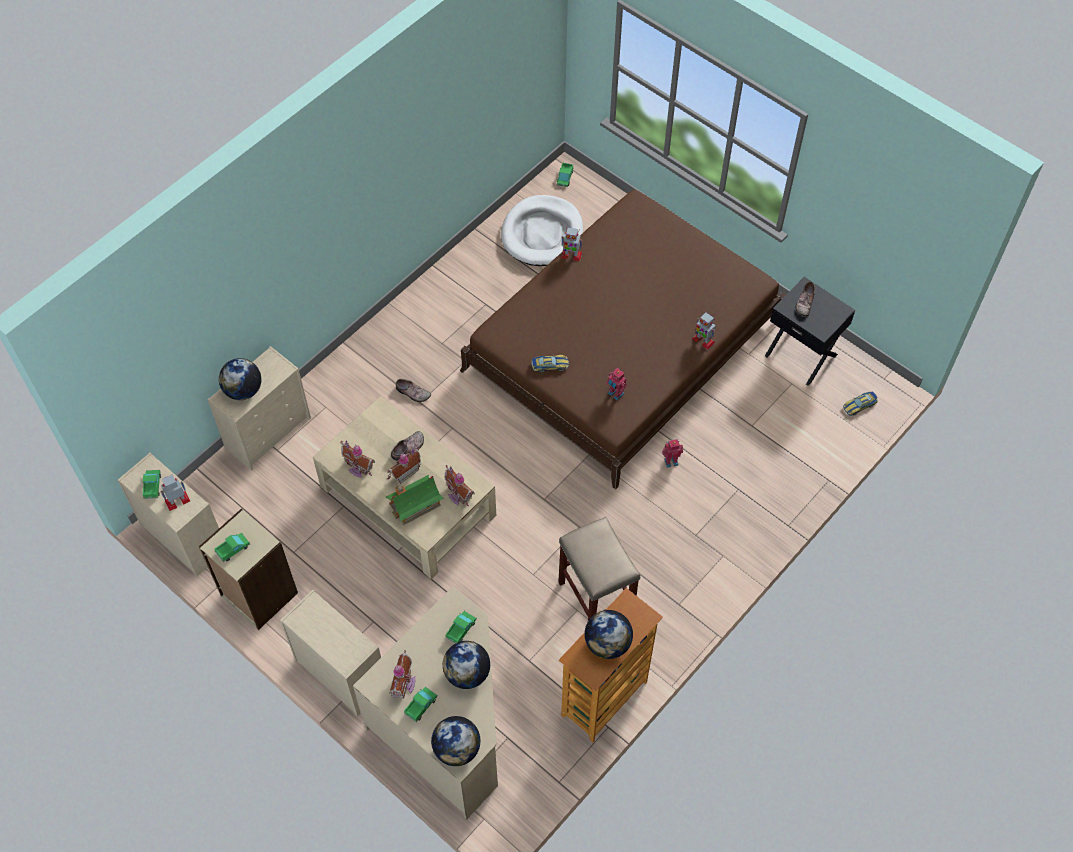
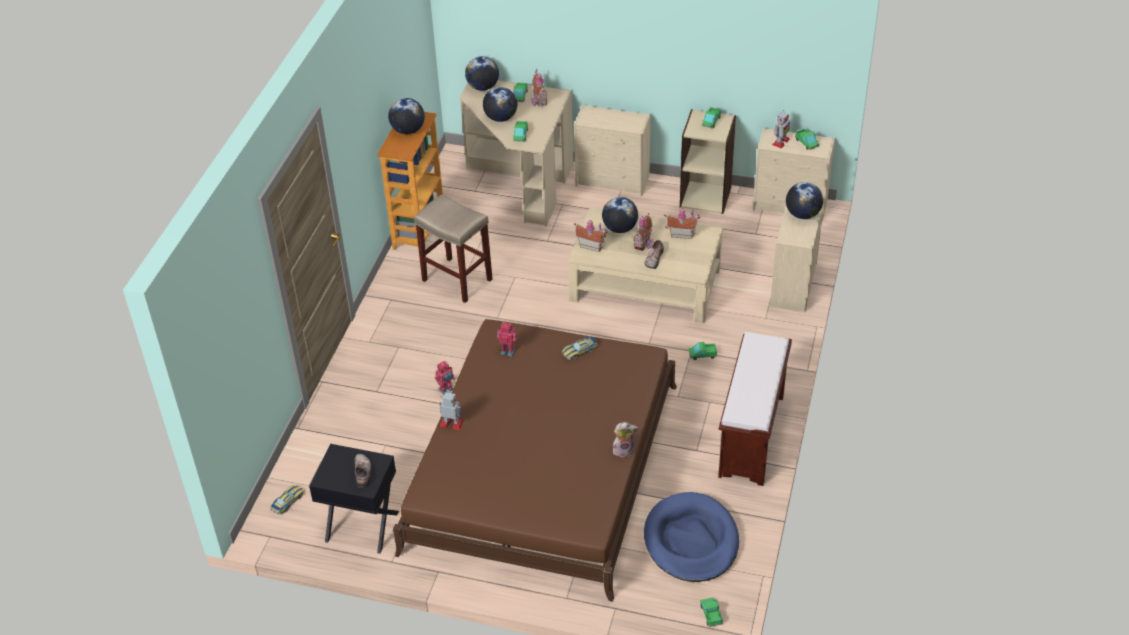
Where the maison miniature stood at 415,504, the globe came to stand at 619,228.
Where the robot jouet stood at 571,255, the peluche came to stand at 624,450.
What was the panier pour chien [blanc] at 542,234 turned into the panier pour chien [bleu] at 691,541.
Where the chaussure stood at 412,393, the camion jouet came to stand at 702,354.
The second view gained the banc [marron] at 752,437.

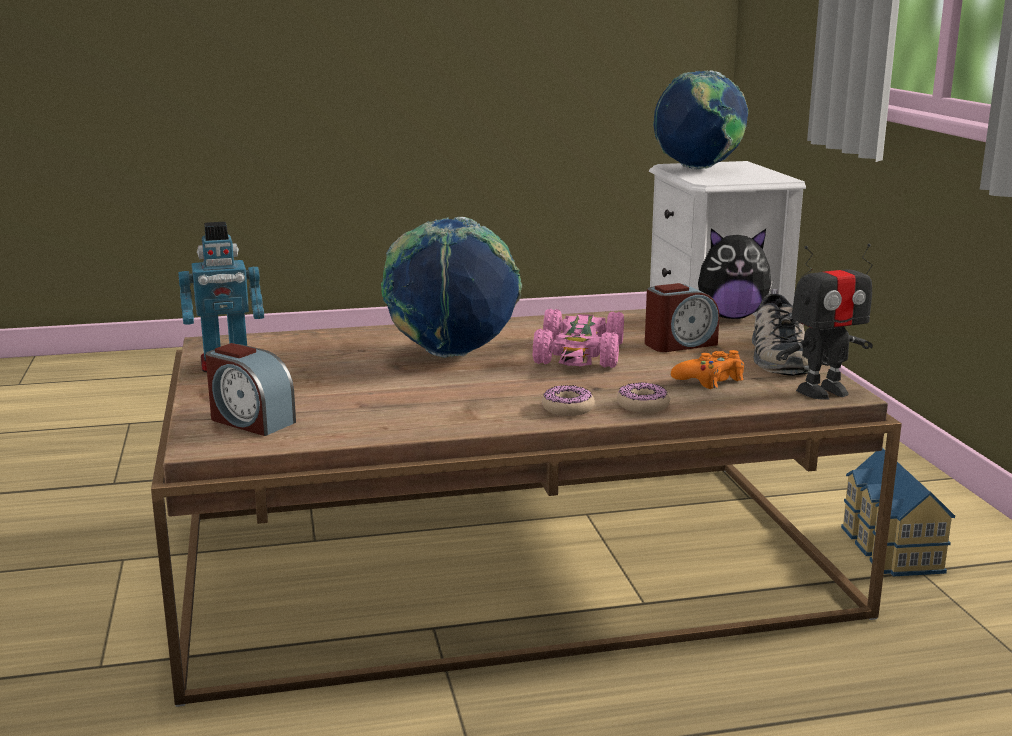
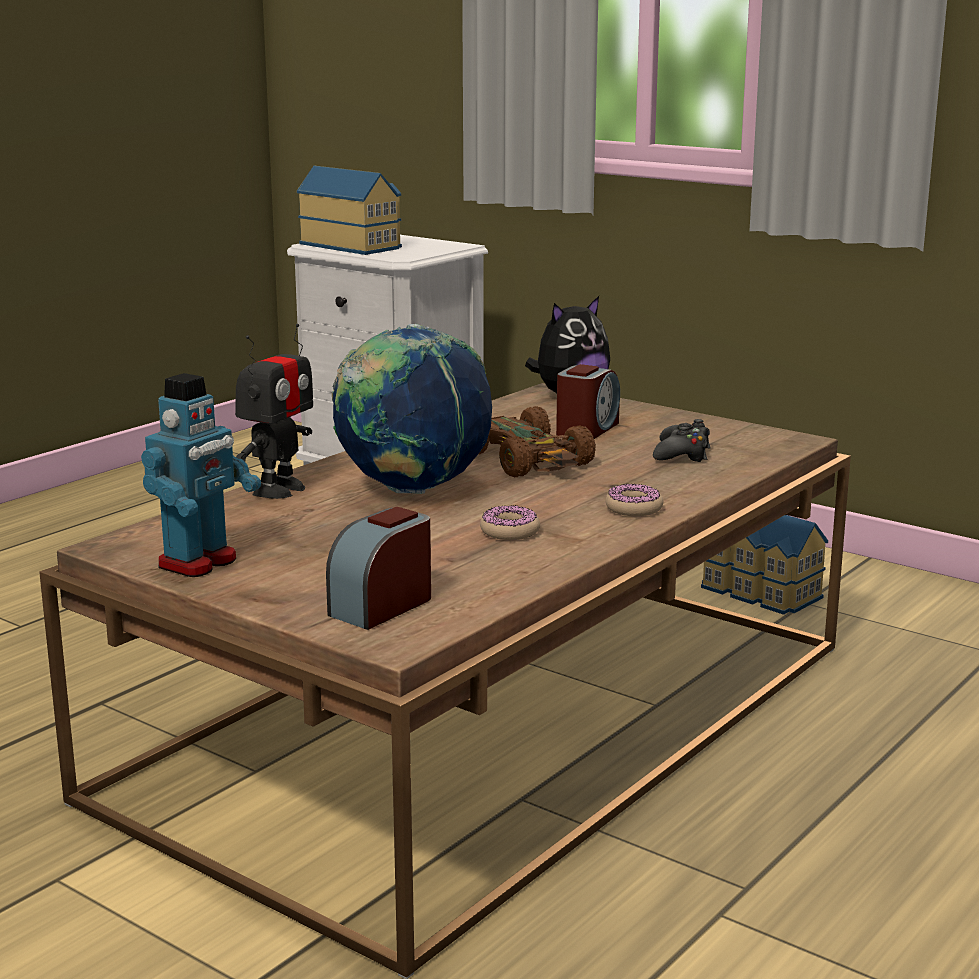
The robot jouet ended up elsewhere, having gone from 822,391 to 278,490.
Where the globe stood at 698,169, the maison miniature came to stand at 352,245.
The réveil at 250,421 ended up facing another way, 135 degrees clockwise from before.
What was the petite voiture [rose] at 580,354 turned into the petite voiture [marron] at 527,460.
The beignet ended up elsewhere, having gone from 643,405 to 510,532.
What was the manette [orange] at 710,379 turned into the manette [noir] at 682,454.
The second view lost the chaussure at 776,355.

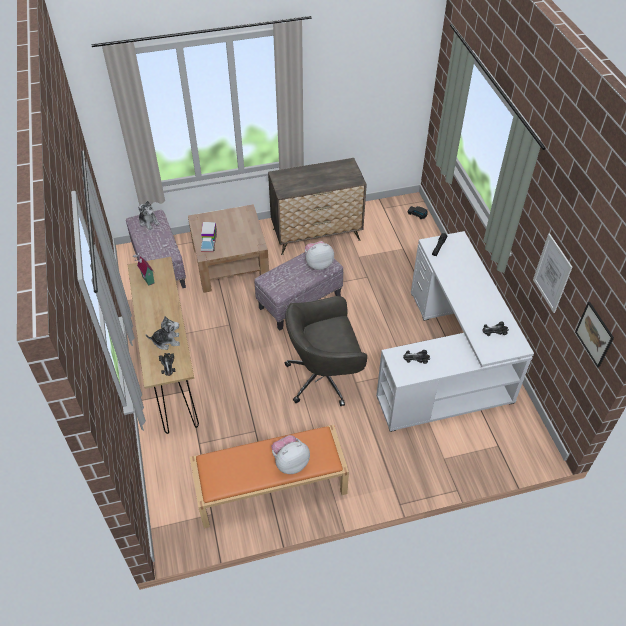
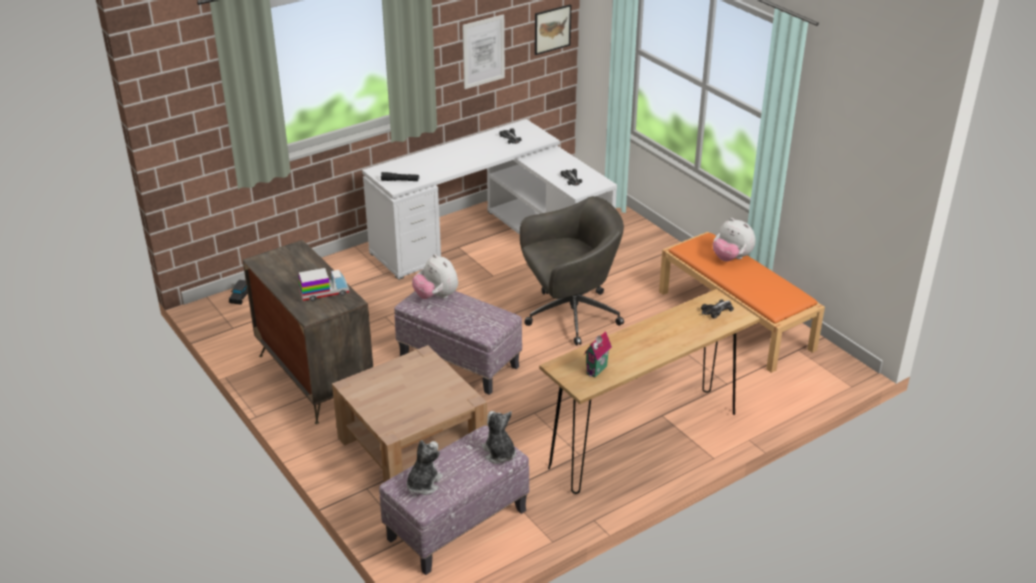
The camion jouet ended up elsewhere, having gone from 209,242 to 324,293.
The peluche ended up elsewhere, having gone from 166,341 to 499,453.
The chaise de bureau [gris] at 324,377 ended up facing another way, 75 degrees counterclockwise from before.

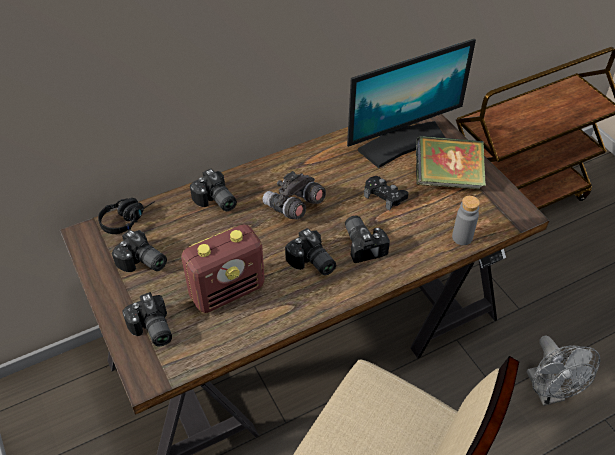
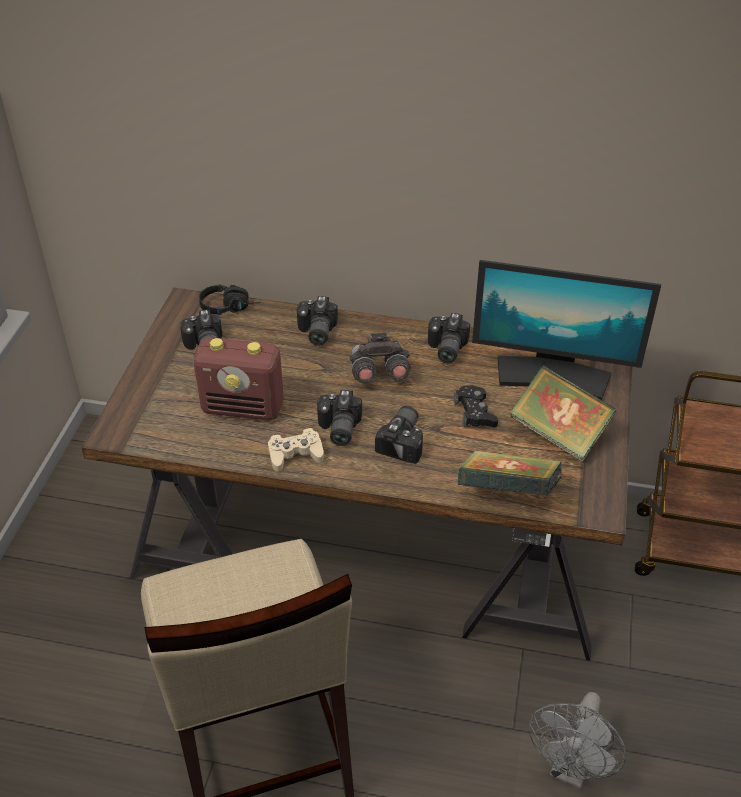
The second view gained the manette [beige] at 295,454.
The appareil photo ended up elsewhere, having gone from 151,330 to 445,349.
Where the bouteille [gris] stood at 462,237, the livre came to stand at 507,493.

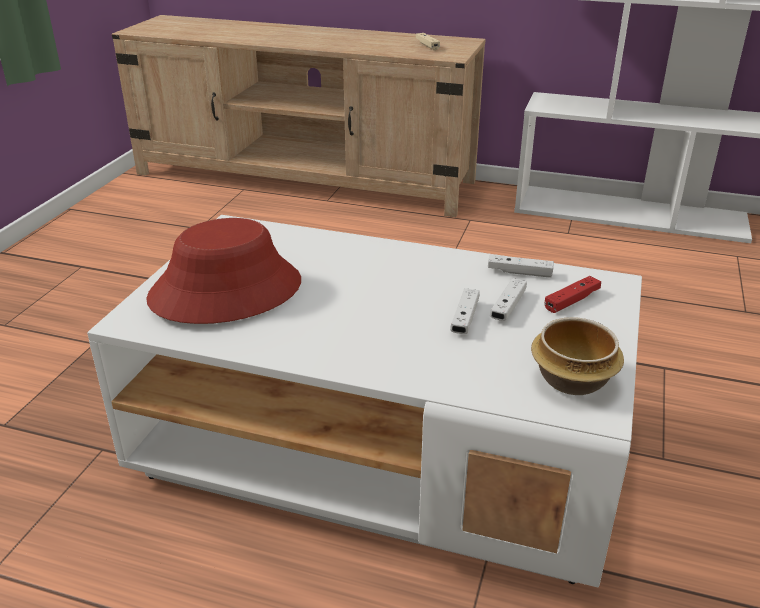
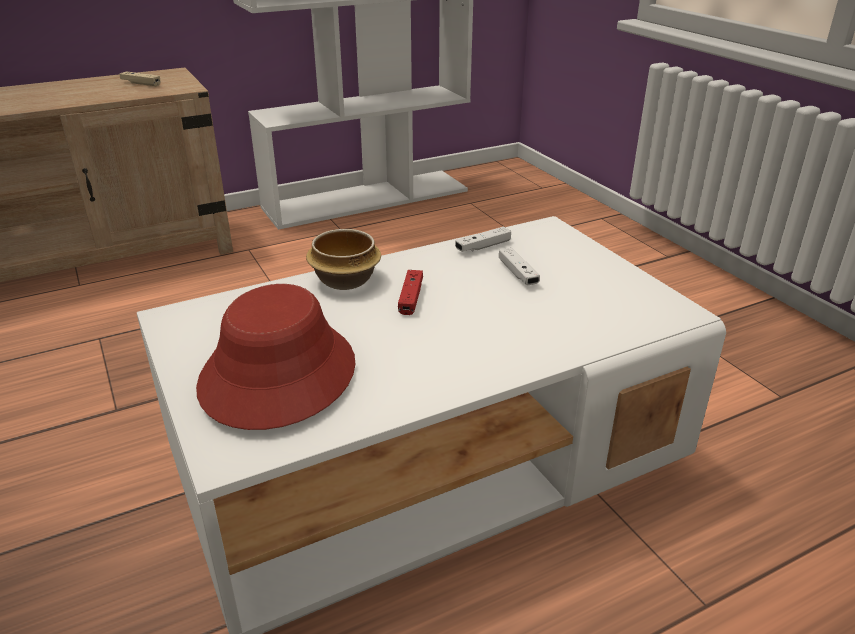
The bol ended up elsewhere, having gone from 573,379 to 345,279.
The manette [rouge] ended up elsewhere, having gone from 571,301 to 411,298.
The second view lost the manette [blanc] at 464,319.

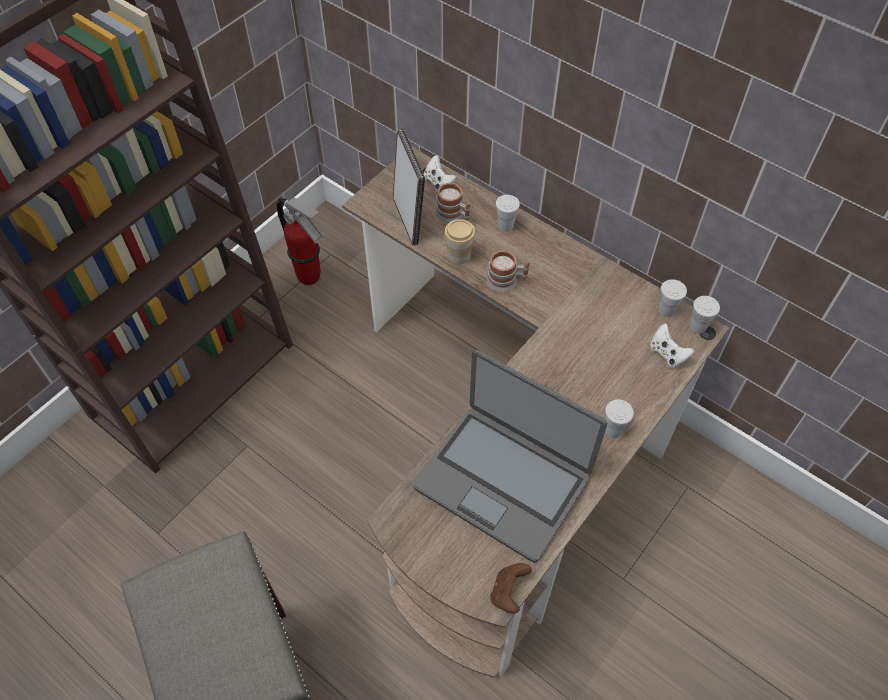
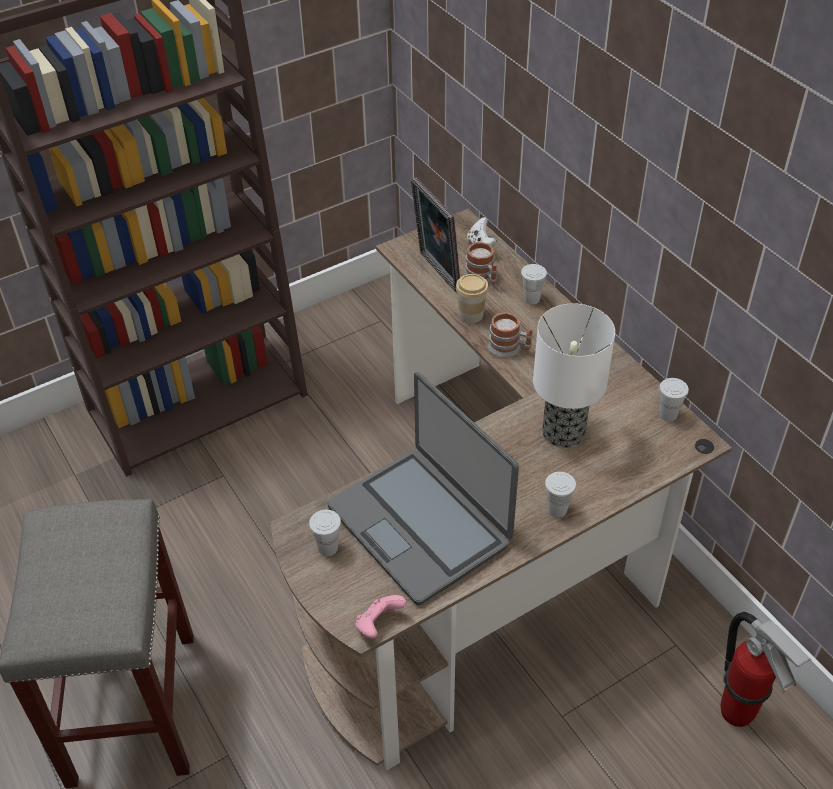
The tasse [blanc] ended up elsewhere, having gone from 698,327 to 328,548.
What was the manette [marron] at 508,592 turned into the manette [rose] at 378,624.
The cadre photo at 409,219 ended up facing another way, 150 degrees clockwise from before.
The second view gained the lampe de table at 562,432.
The extincteur ended up elsewhere, having gone from 309,277 to 738,713.
The second view lost the manette [blanc] at 667,354.

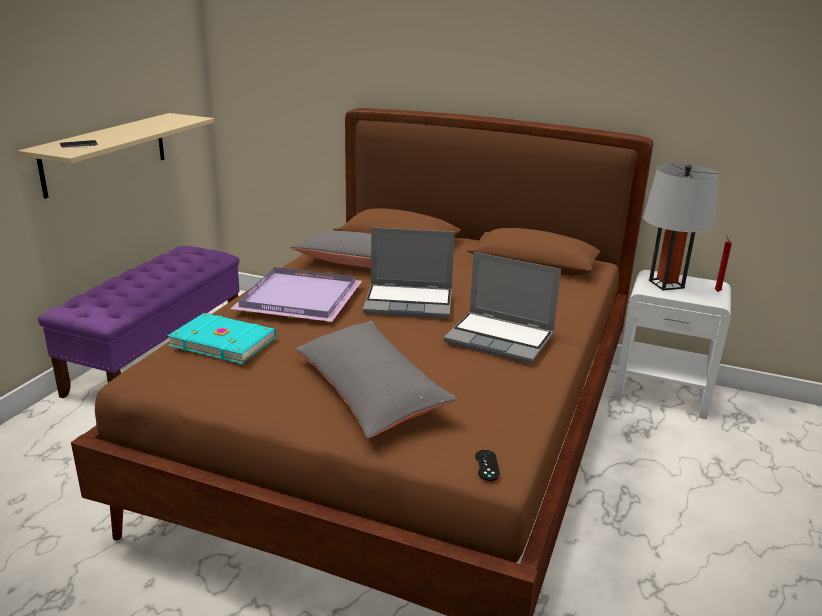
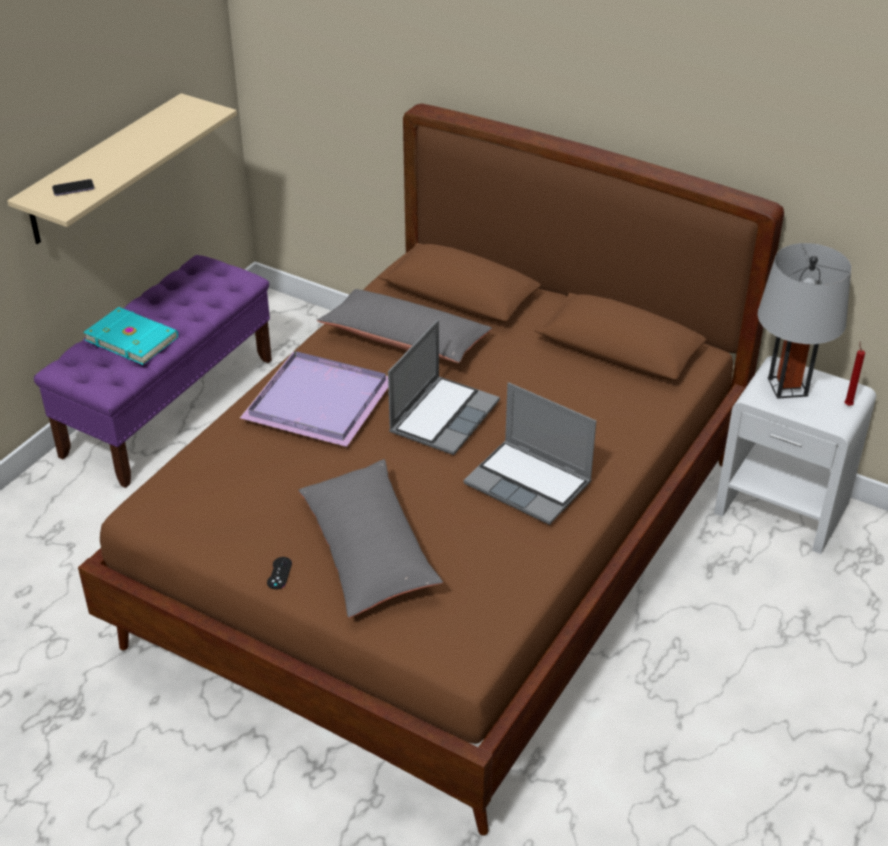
The livre [turquoise] ended up elsewhere, having gone from 223,341 to 132,338.
The manette [noir] ended up elsewhere, having gone from 487,465 to 279,573.
The ordinateur portable at 410,303 ended up facing another way, 75 degrees counterclockwise from before.

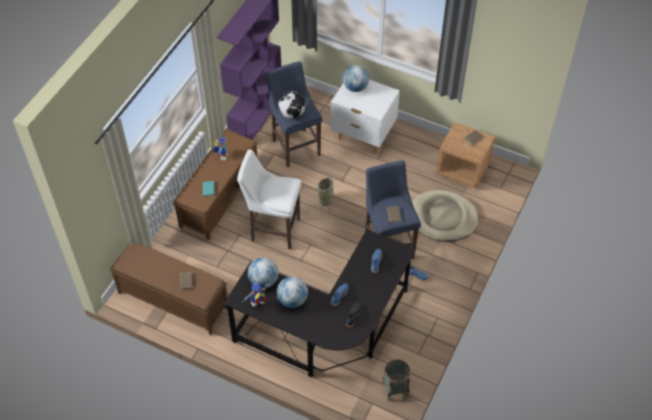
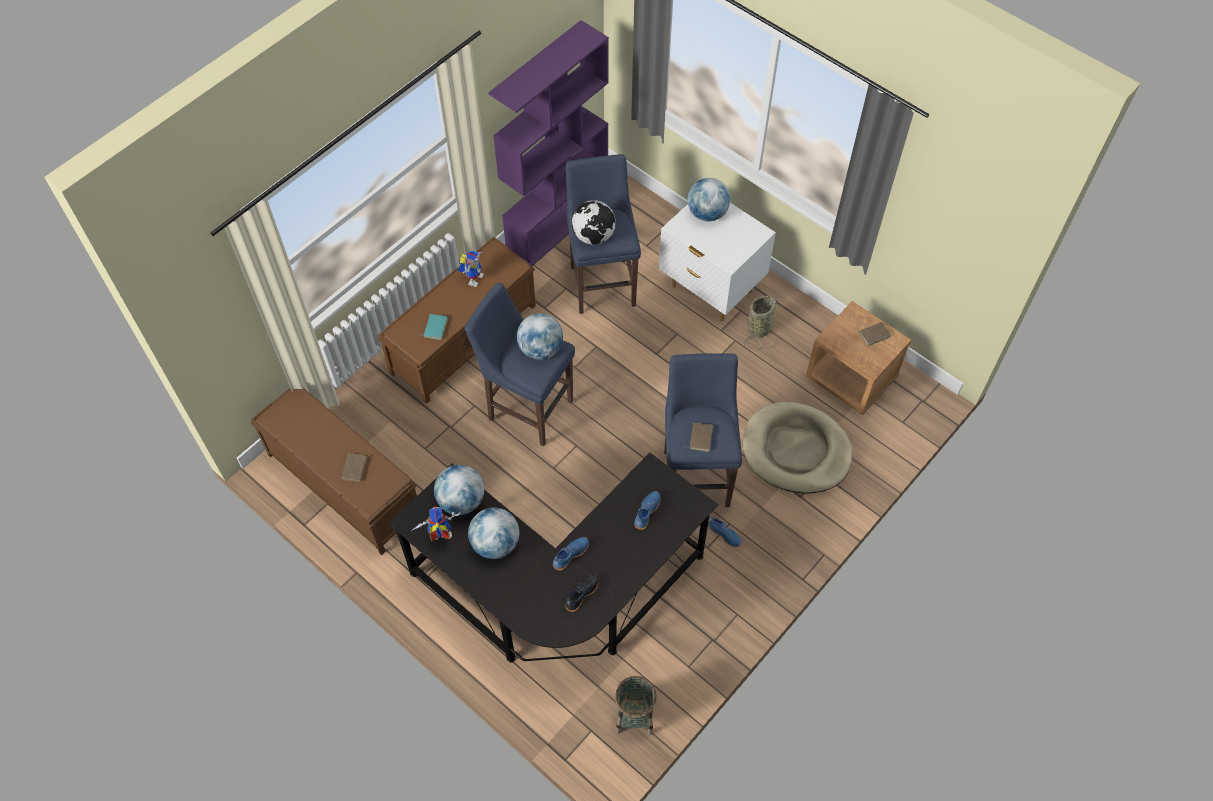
What was the tabouret [blanc] at 273,229 turned into the tabouret [bleu] at 527,408.
The second view gained the globe at 541,349.
The panier ended up elsewhere, having gone from 326,199 to 760,327.

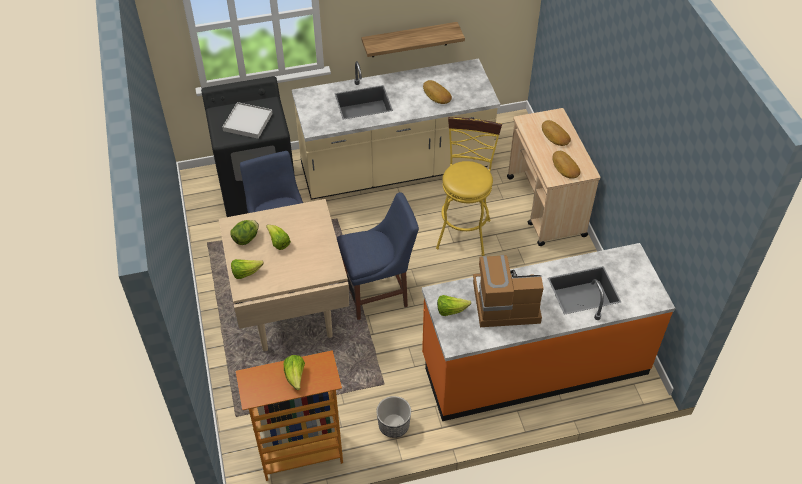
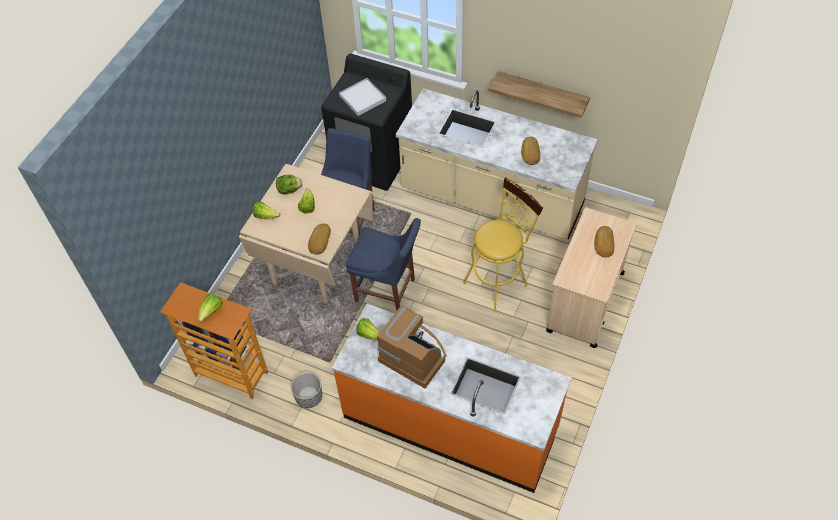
The pain ended up elsewhere, having gone from 565,167 to 319,241.

